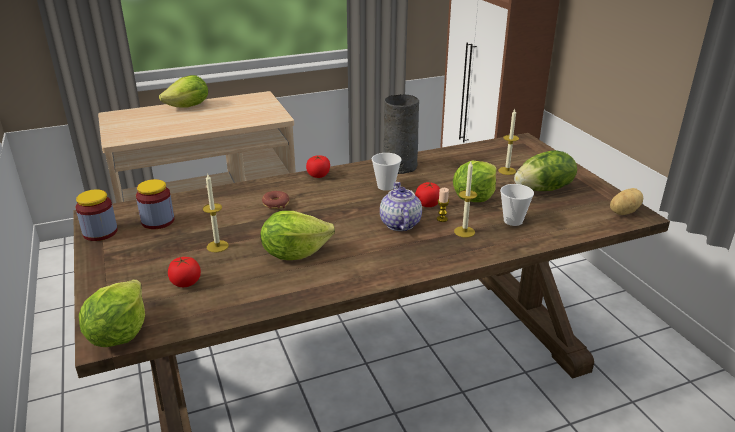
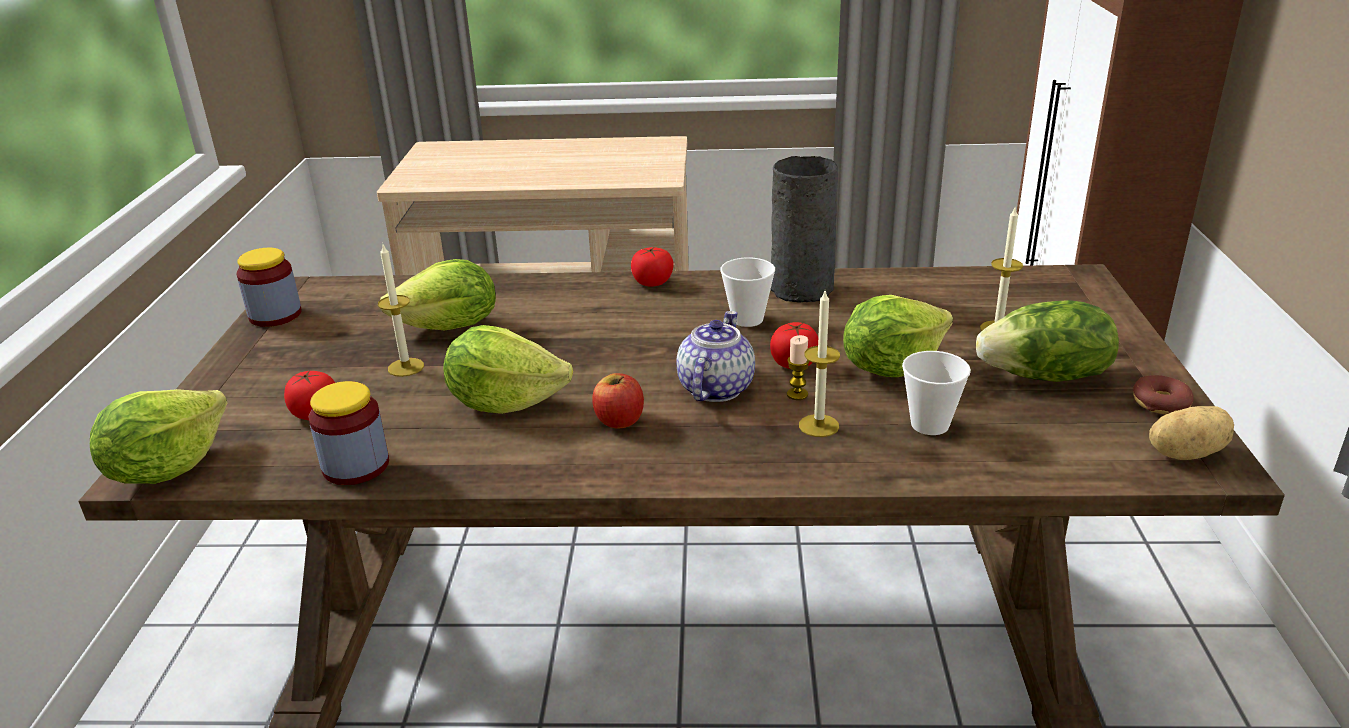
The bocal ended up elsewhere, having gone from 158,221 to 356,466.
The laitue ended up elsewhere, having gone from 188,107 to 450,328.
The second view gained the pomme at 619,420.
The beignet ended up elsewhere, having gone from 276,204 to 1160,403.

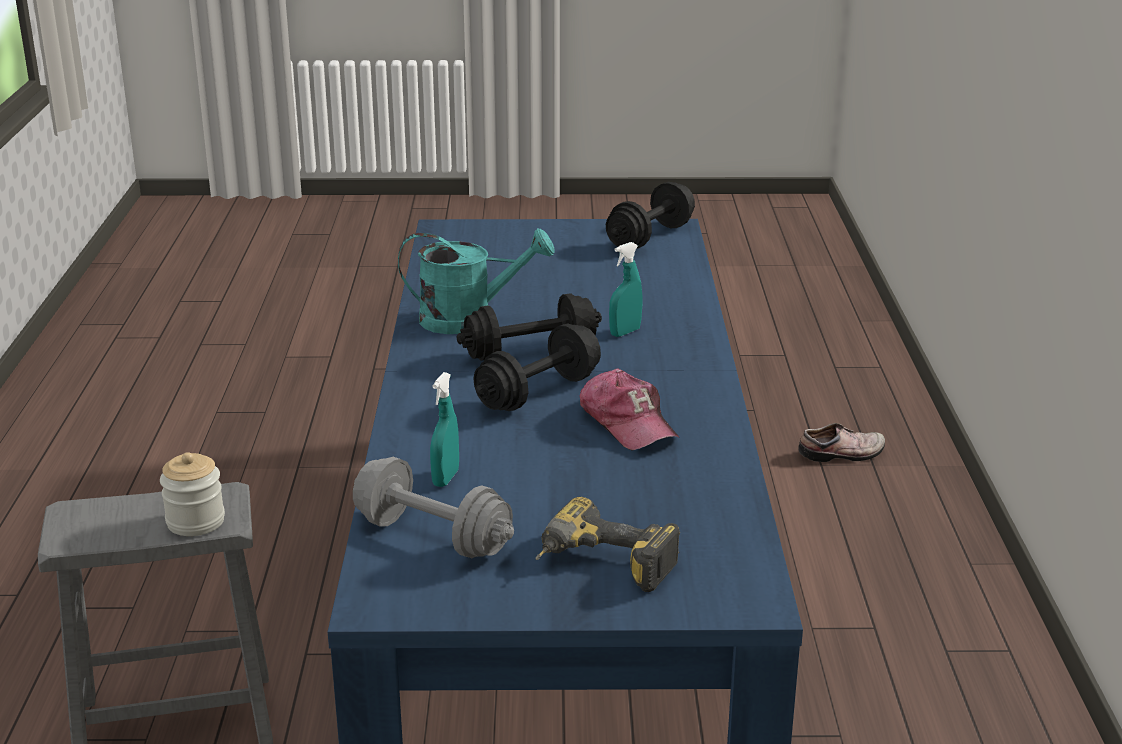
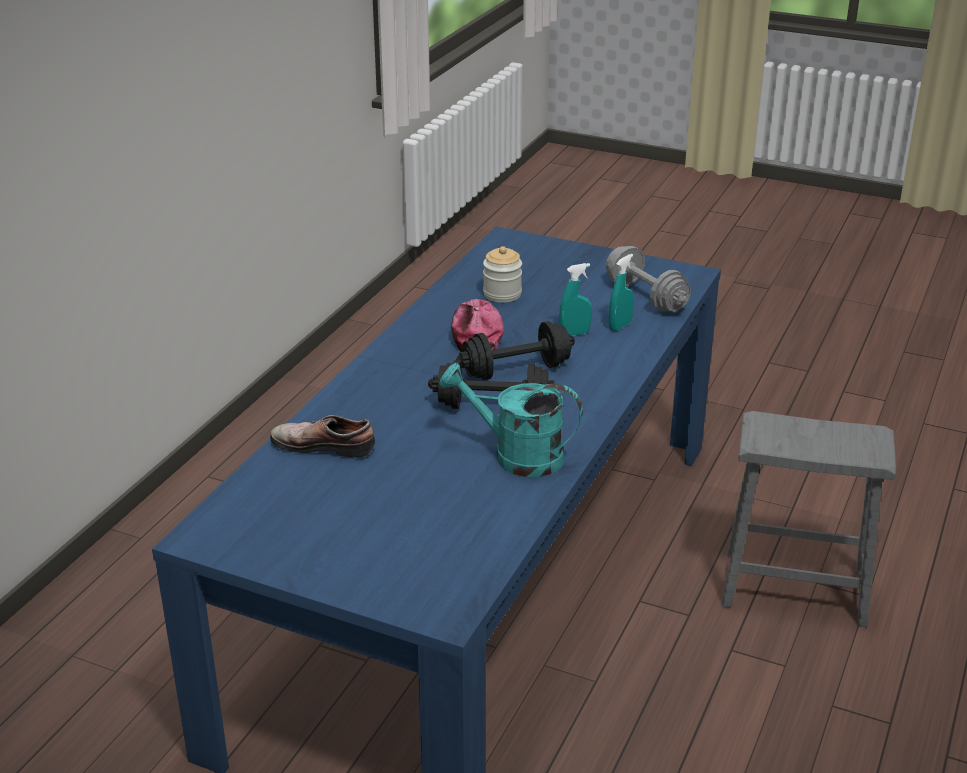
The chaussure ended up elsewhere, having gone from 843,454 to 324,444.
The bocal ended up elsewhere, having gone from 195,522 to 502,294.
The vaporisateur [turquoise] ended up elsewhere, having gone from 625,332 to 574,334.
The second view lost the perceuse at 601,567.
The second view lost the haltère [noir] at 650,237.

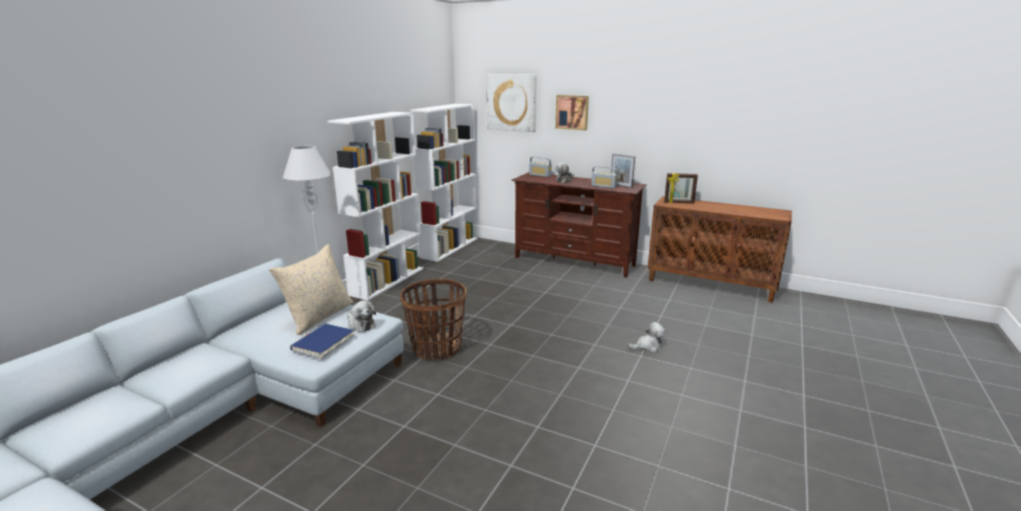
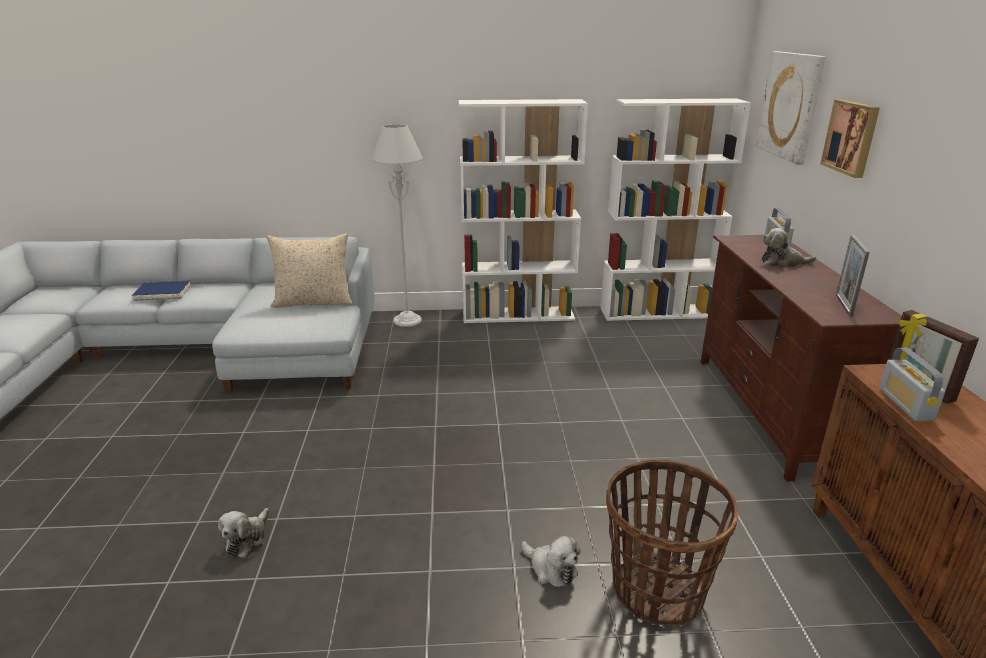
The livre [bleu] ended up elsewhere, having gone from 323,343 to 163,293.
The peluche ended up elsewhere, having gone from 360,325 to 247,539.
The panier ended up elsewhere, having gone from 436,348 to 656,590.
The radio ended up elsewhere, having gone from 604,186 to 905,404.

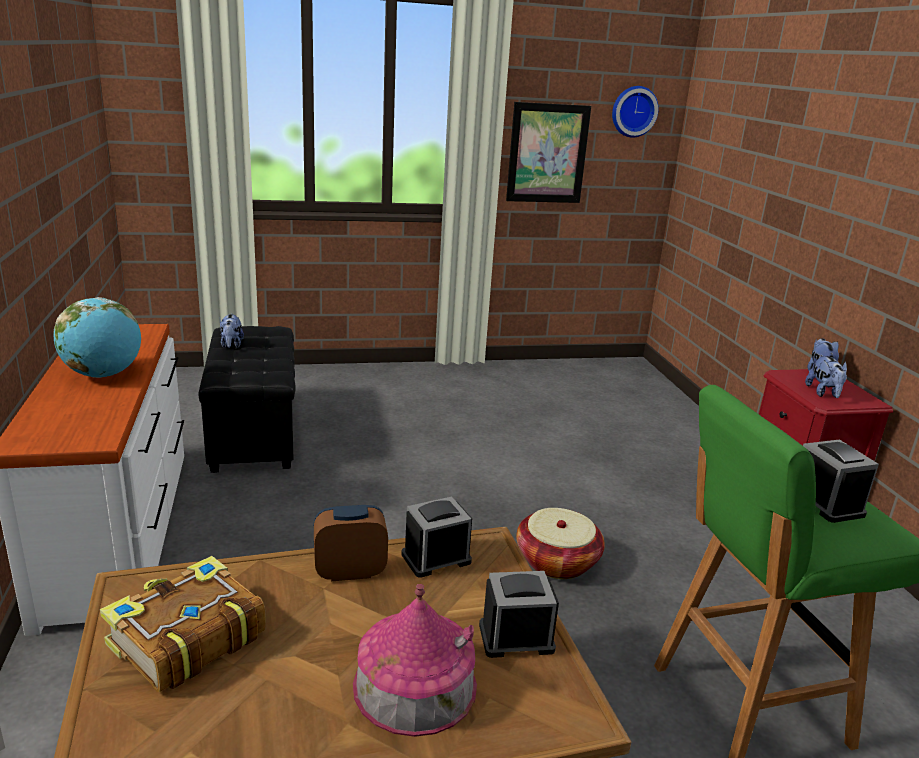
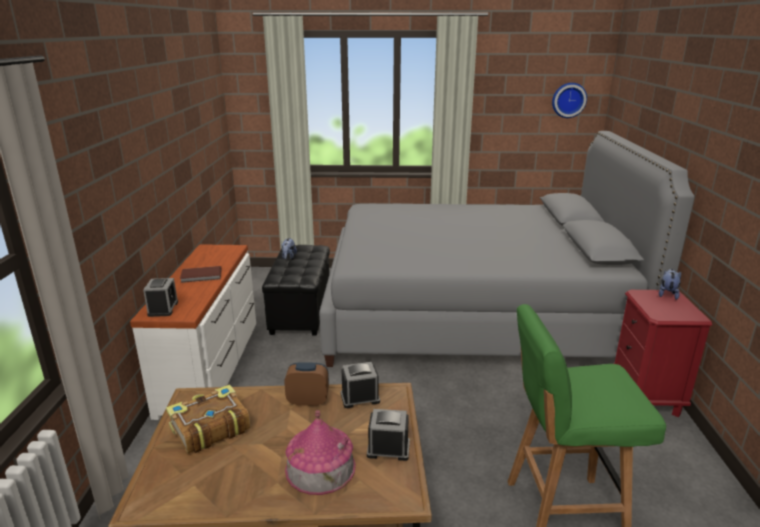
The réveil ended up elsewhere, having gone from 826,502 to 163,308.
Where the globe stood at 103,375, the livre [marron] came to stand at 202,276.
The second view gained the lit [gris] at 472,314.
The second view lost the tableau at 547,153.
The second view lost the panier at 557,561.
The second view lost the peluche at 824,393.

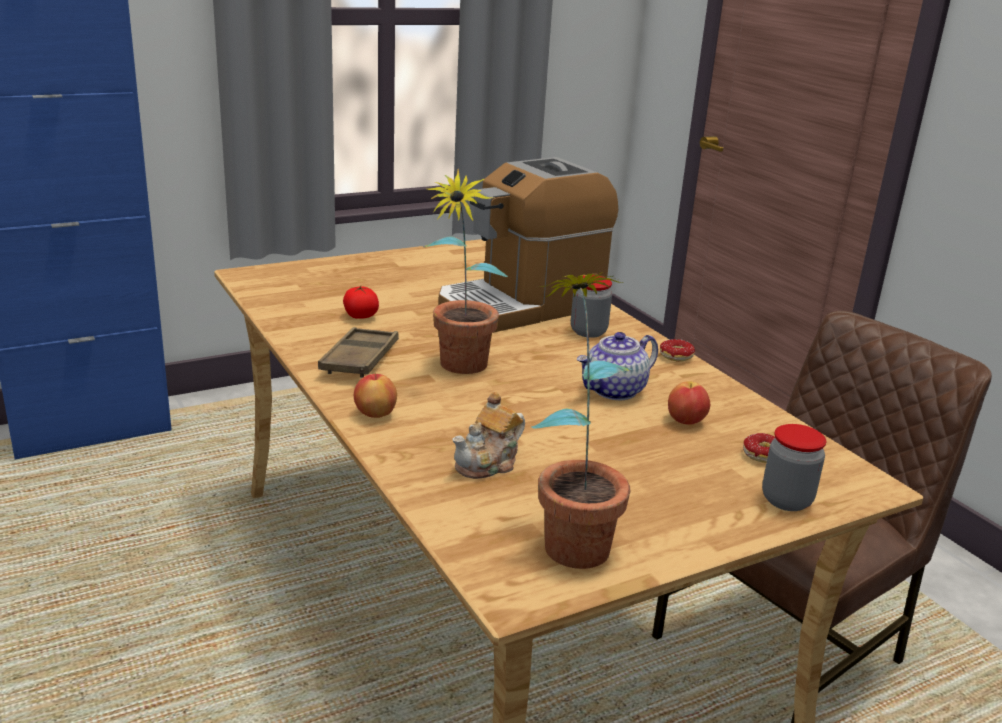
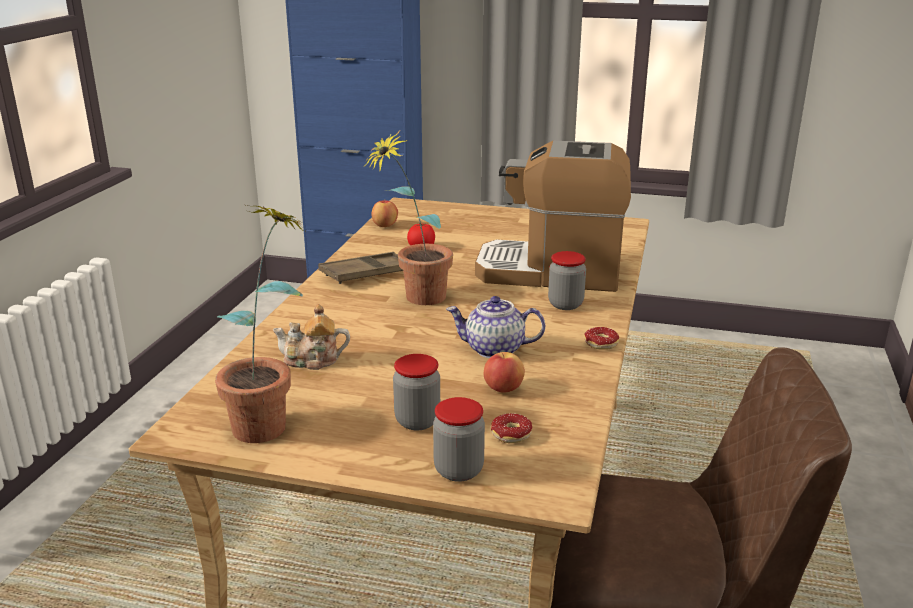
The pomme ended up elsewhere, having gone from 375,414 to 385,226.
The second view gained the bocal at 417,421.

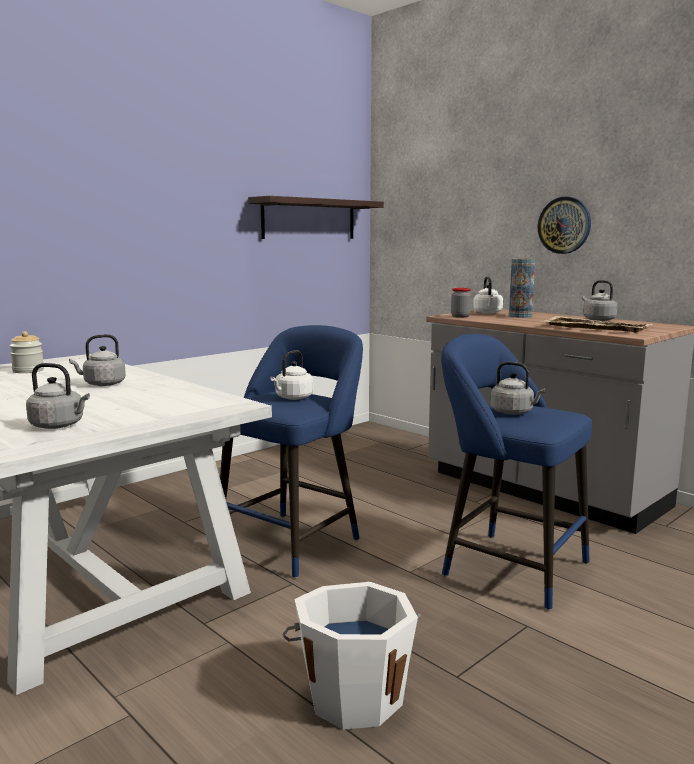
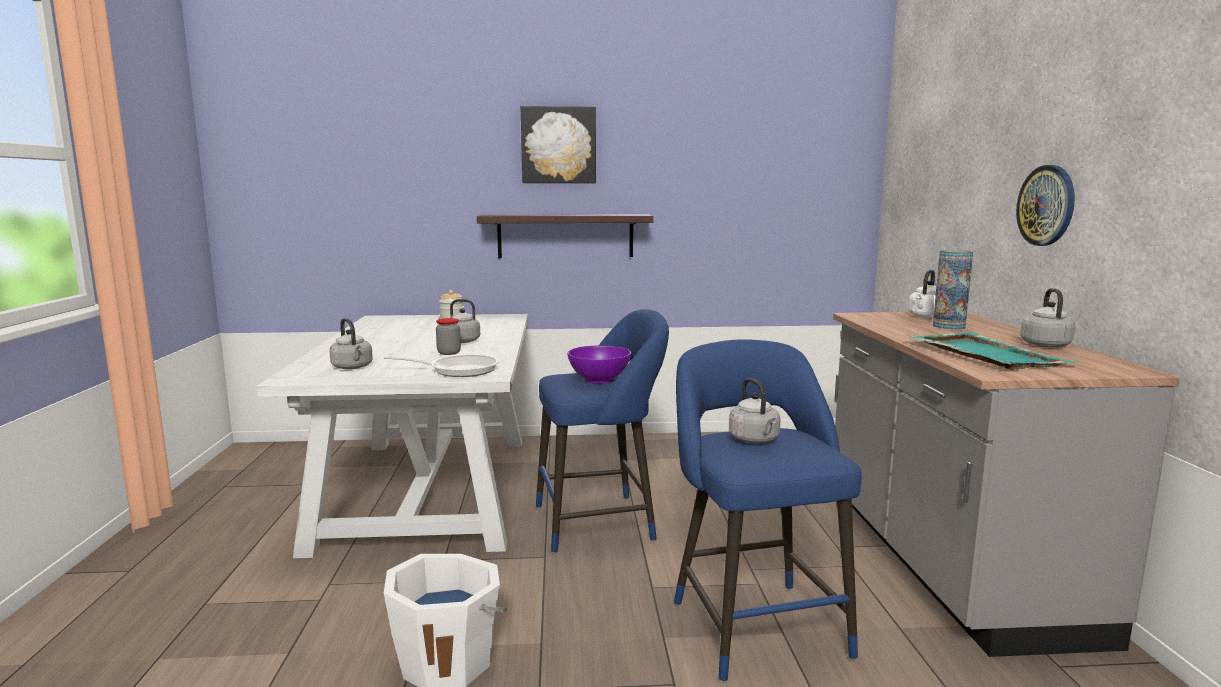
The second view gained the poêle at 458,370.
The bocal ended up elsewhere, having gone from 460,316 to 449,353.
The étagère ended up elsewhere, having gone from 309,219 to 565,236.
The second view gained the tableau at 558,145.
Where the bouilloire [blanc] stood at 292,398, the bol [violet] came to stand at 599,380.
What was the plateau [beige] at 595,327 turned into the plateau [turquoise] at 984,354.

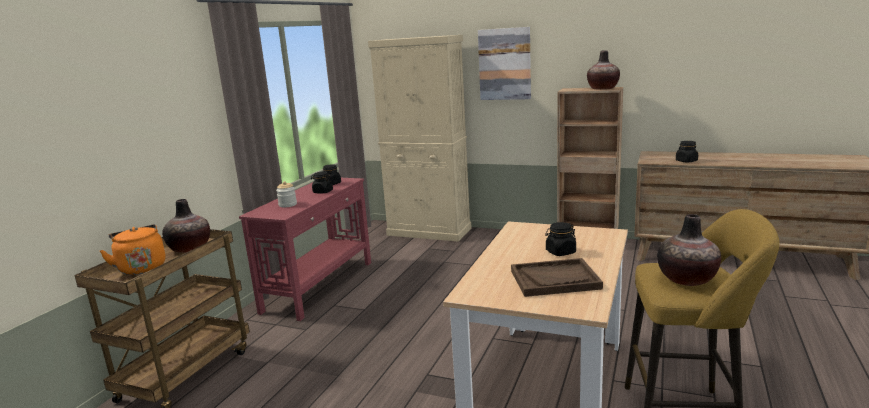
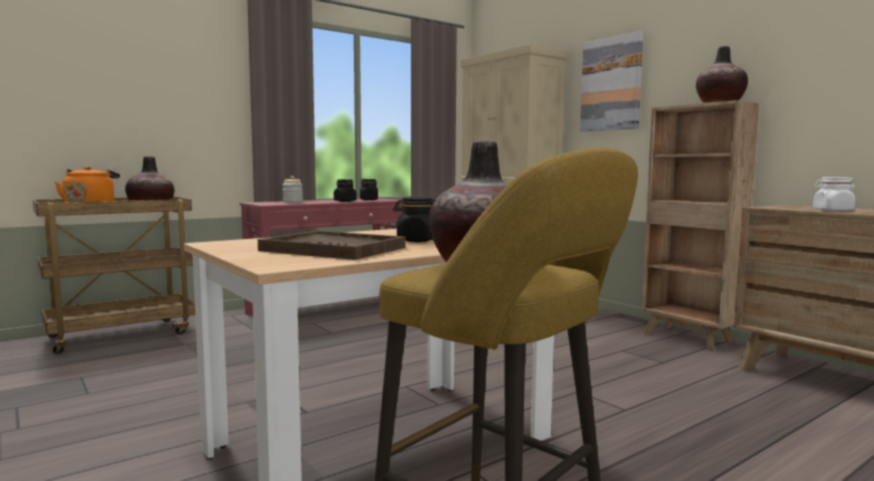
What was the bocal [noir] at 686,161 turned into the bocal [blanc] at 832,210.

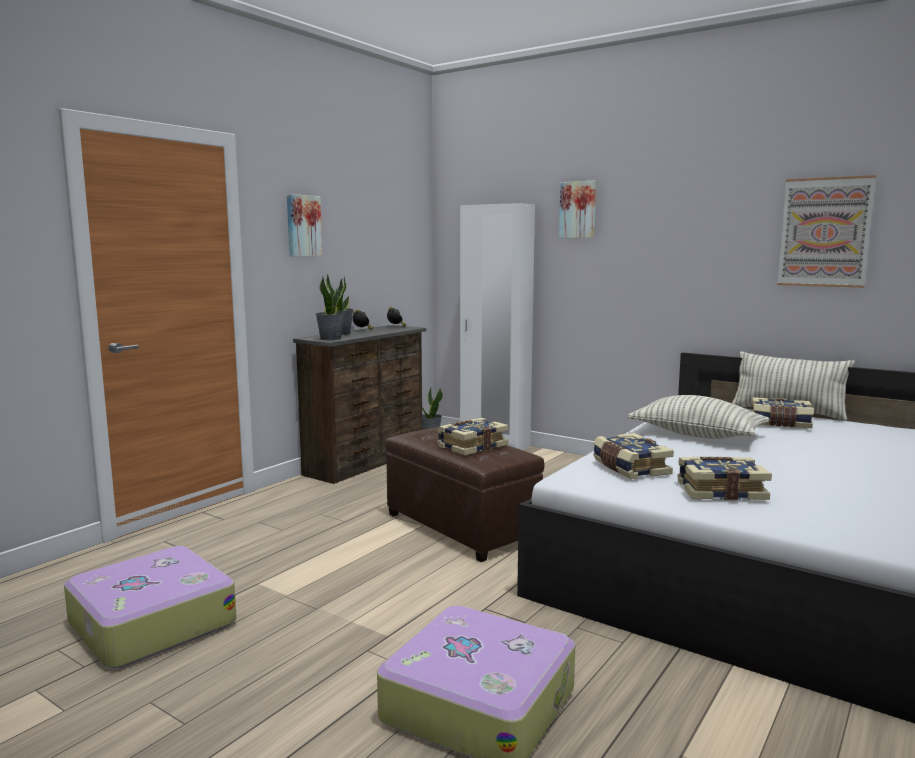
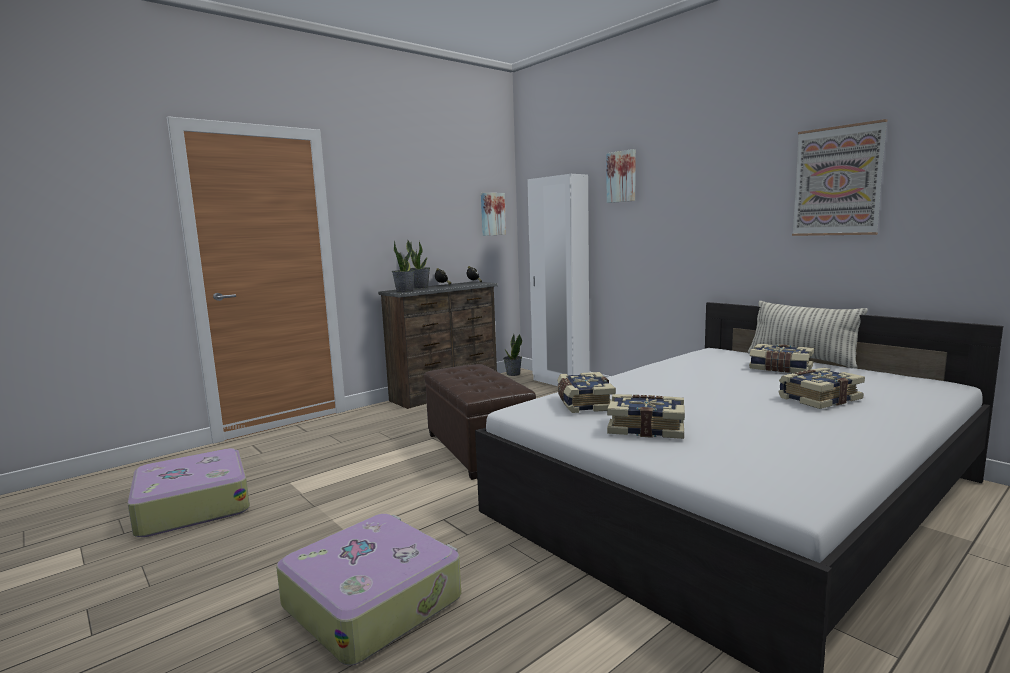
The tableau ended up elsewhere, having gone from 303,226 to 492,214.
The livre ended up elsewhere, having gone from 471,446 to 818,399.
The second view lost the coussin at 696,435.

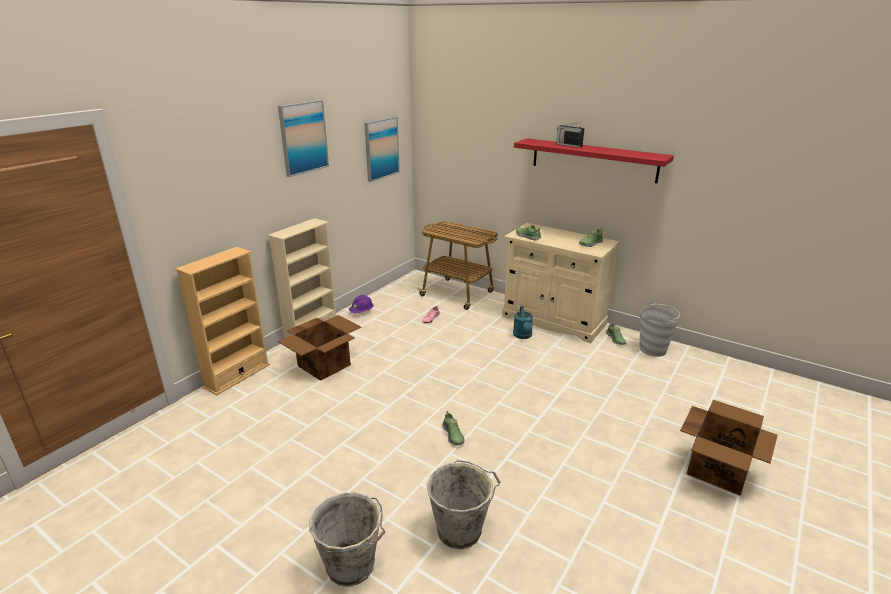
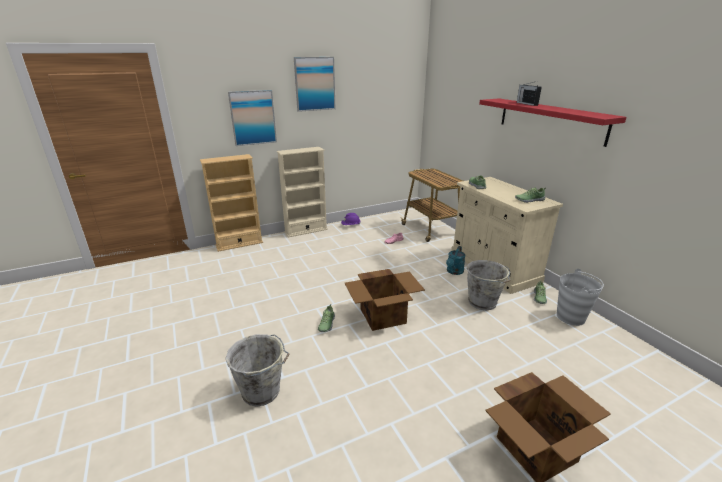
The tableau ended up elsewhere, having gone from 381,148 to 253,117.
The carton ended up elsewhere, having gone from 325,365 to 383,316.
The seau [gris] ended up elsewhere, having gone from 352,567 to 483,303.

